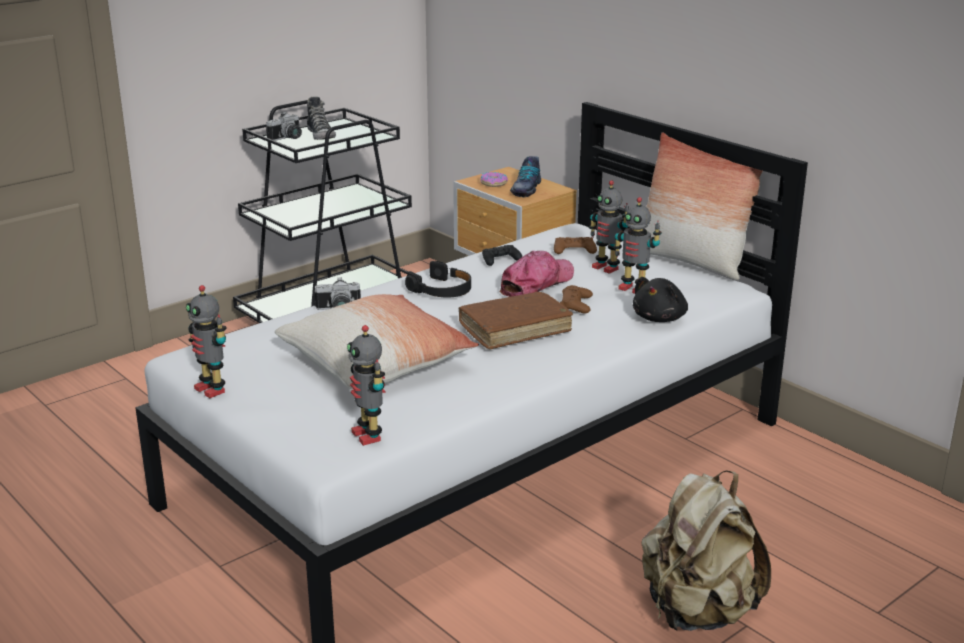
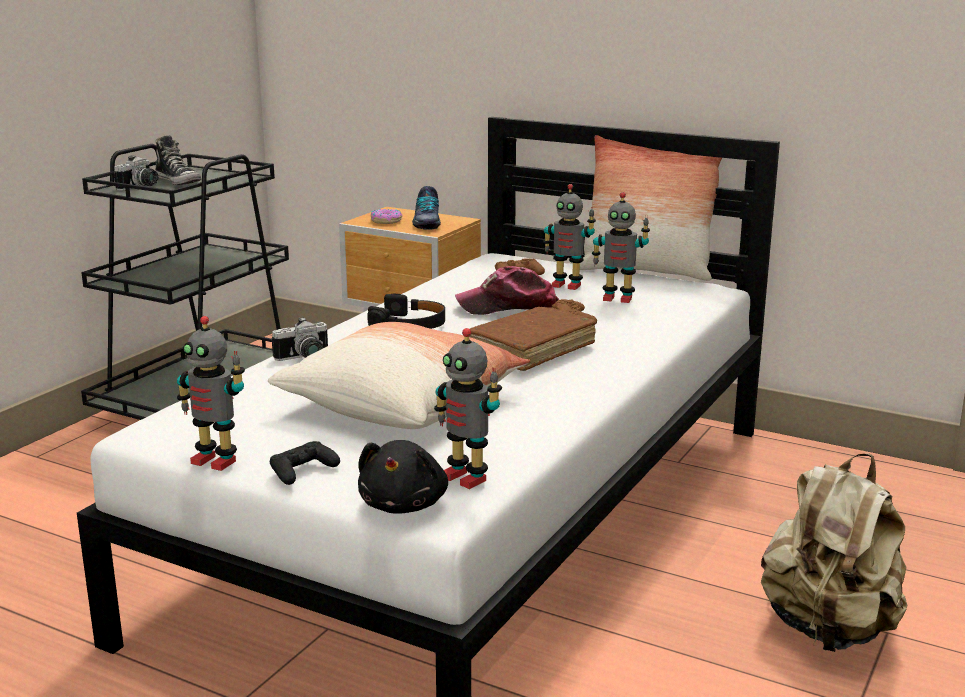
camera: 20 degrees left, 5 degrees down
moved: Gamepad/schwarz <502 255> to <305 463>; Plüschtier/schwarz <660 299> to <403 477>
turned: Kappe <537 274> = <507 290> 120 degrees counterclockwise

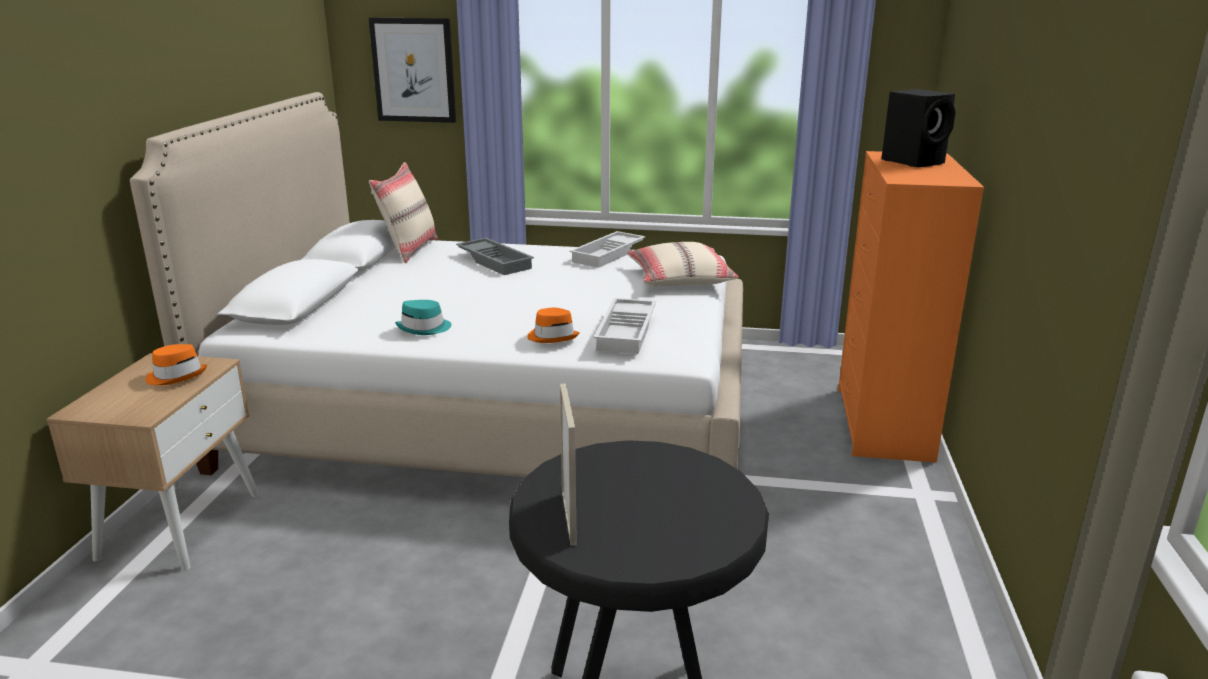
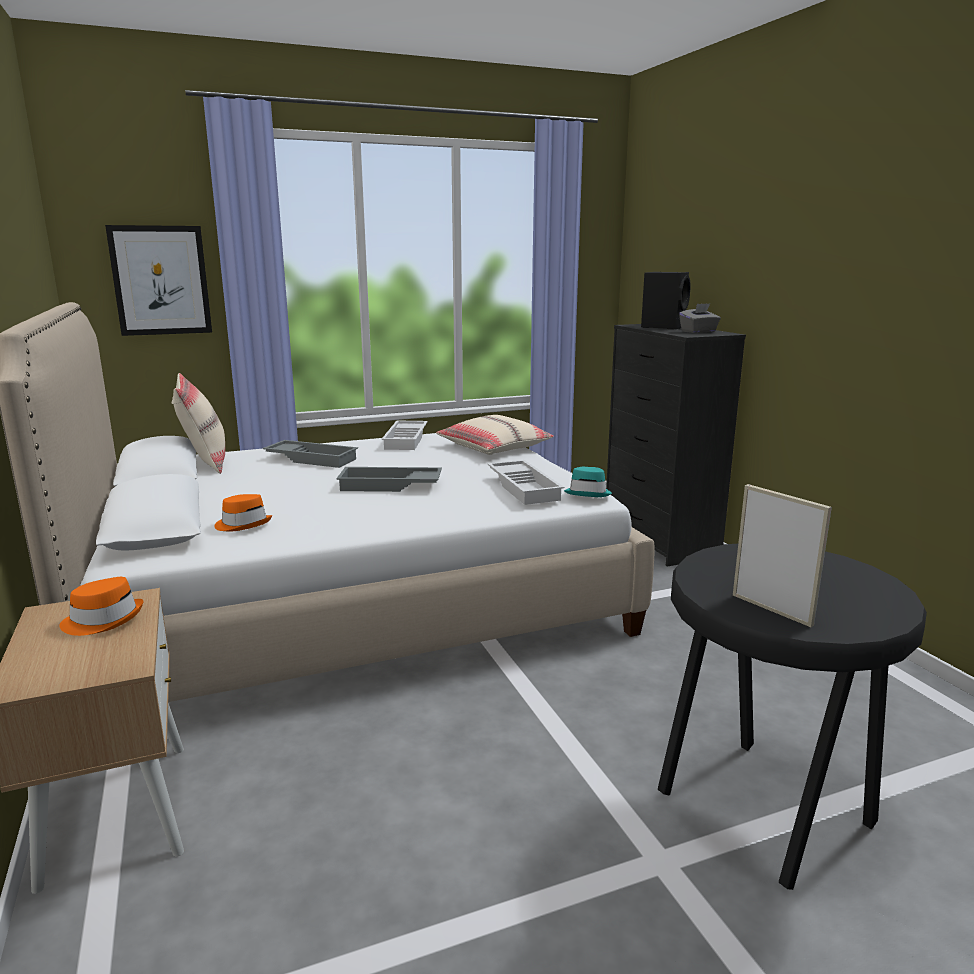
camera: 30 degrees left, 5 degrees down
added: Tablett/grau <389 479>; Taschentuchbox/grau <700 318>
moved: Hut/türkis <423 317> to <588 482>; Hut/orange <553 325> to <243 512>
recoloured: Kommode/orange <911 307> to Kommode/schwarz <676 445>

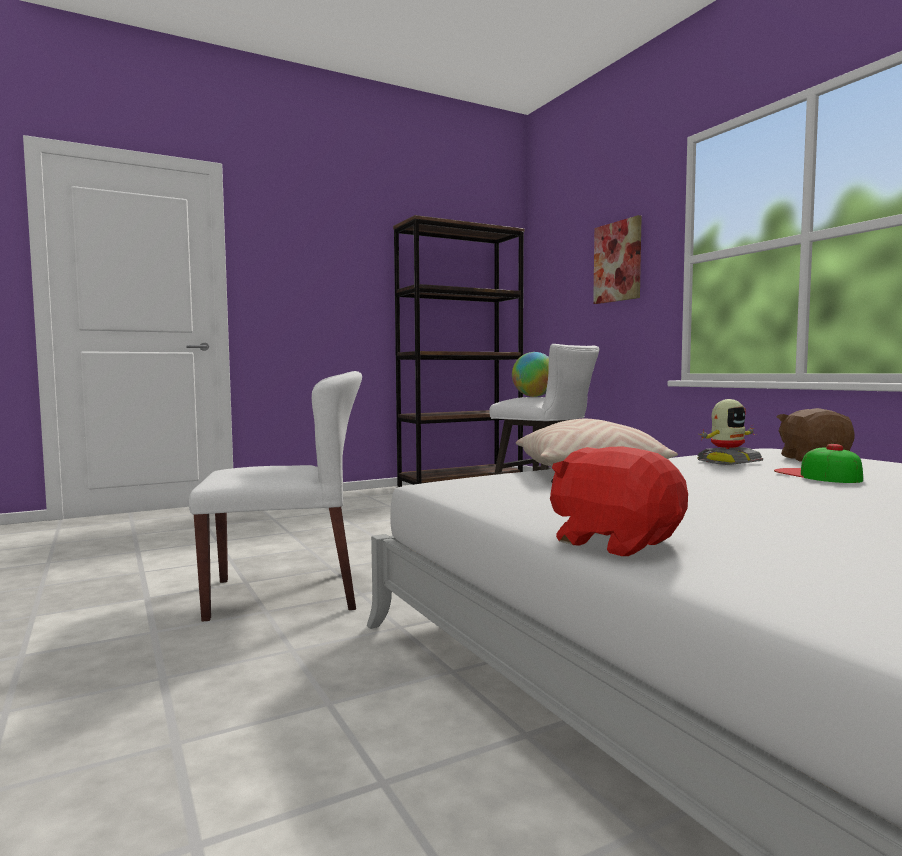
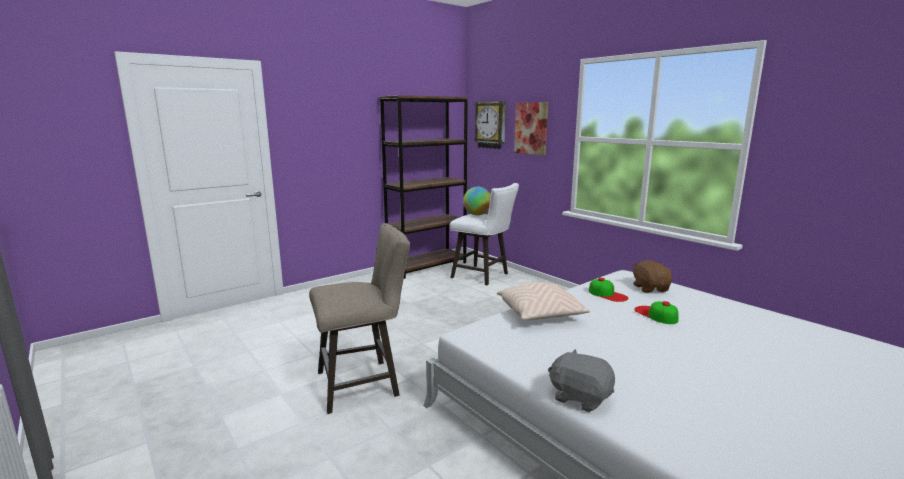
camera: 10 degrees left, 10 degrees up
added: Wanduhr <490 125>
replaced: Stuhl/weiß <275 496> to Hocker/beige <359 318>; Spielzeugroboter <730 432> to Kappe <608 290>
recoloured: Plüschtier/rot <619 501> to Plüschtier/grau <581 380>

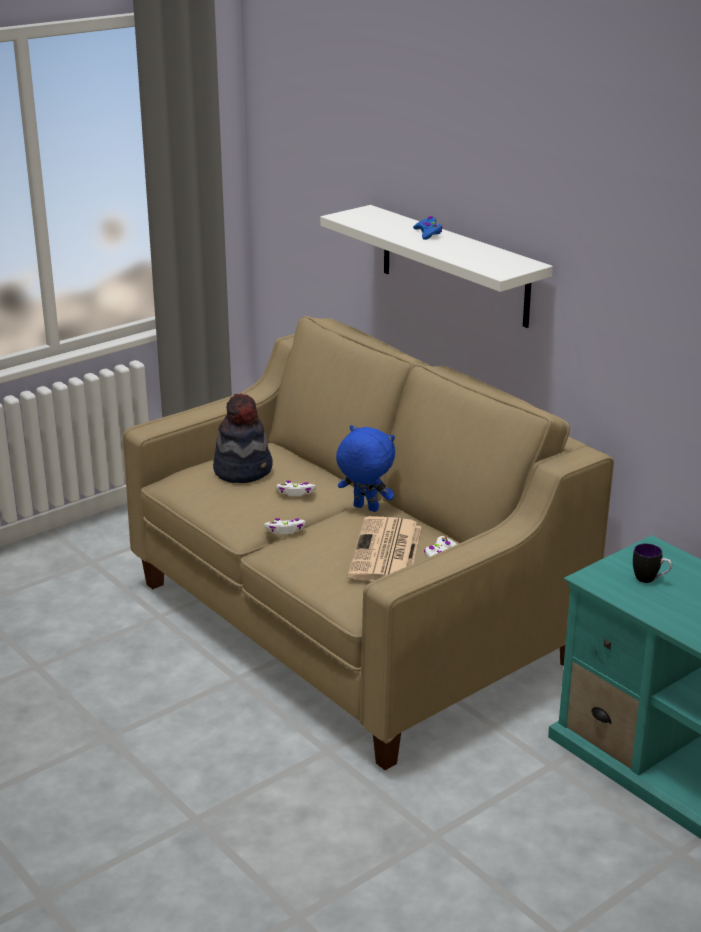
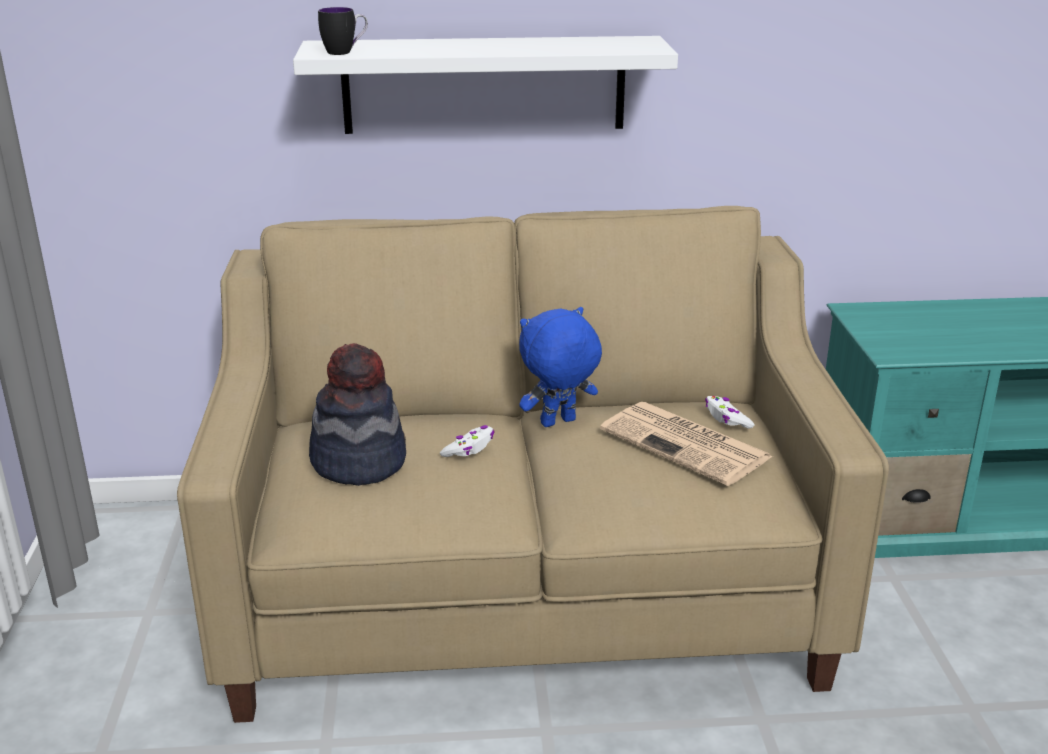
camera: 55 degrees left, 0 degrees up
removed: Gamepad/weiß <285 526>; Gamepad/blau <428 228>
moved: Henkelbecher <652 563> to <343 31>

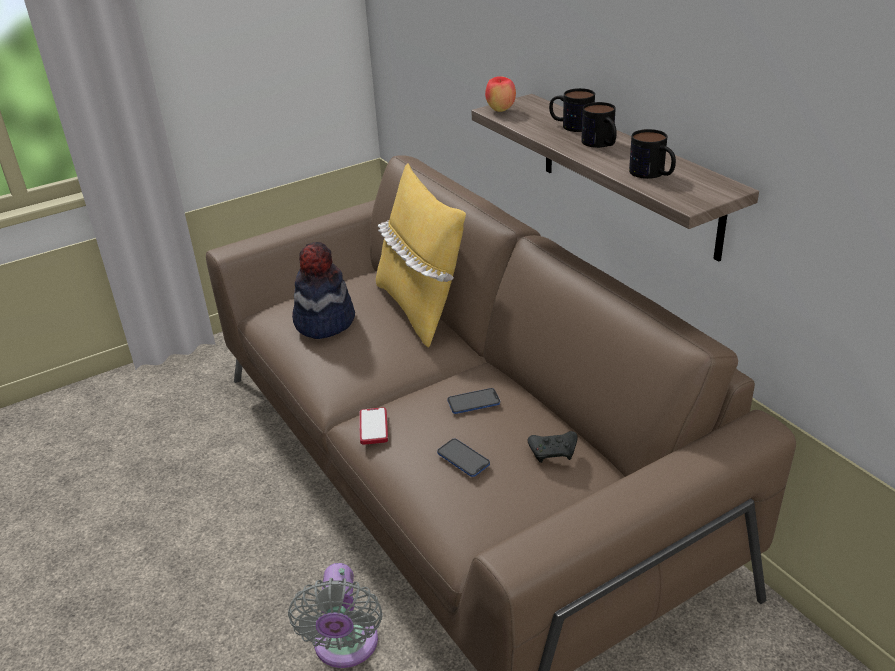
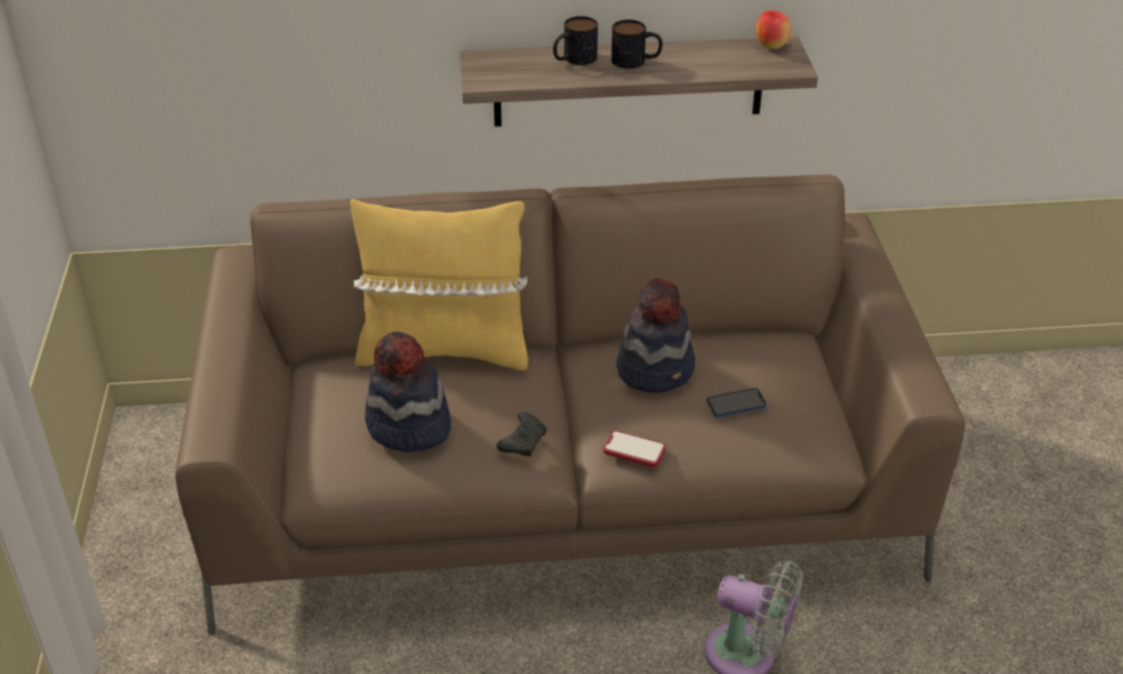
camera: 65 degrees left, 5 degrees up
removed: Henkelbecher <652 154>
moved: Apfel <500 94> to <774 29>; Gamepad/schwarz <553 447> to <521 434>
replaced: Handy <473 401> to Hut <656 335>

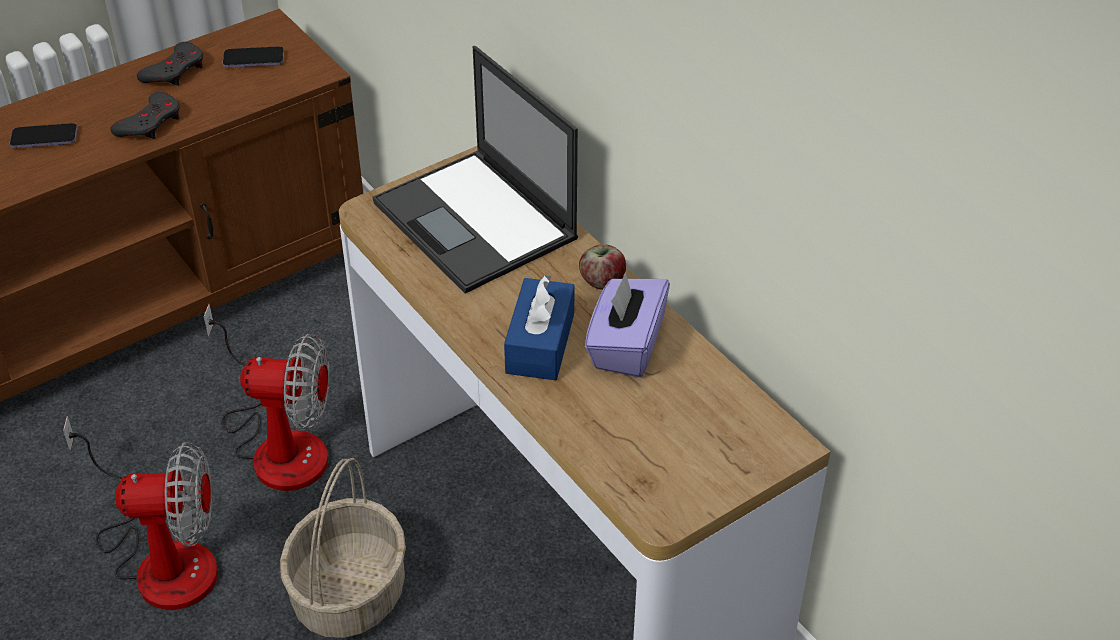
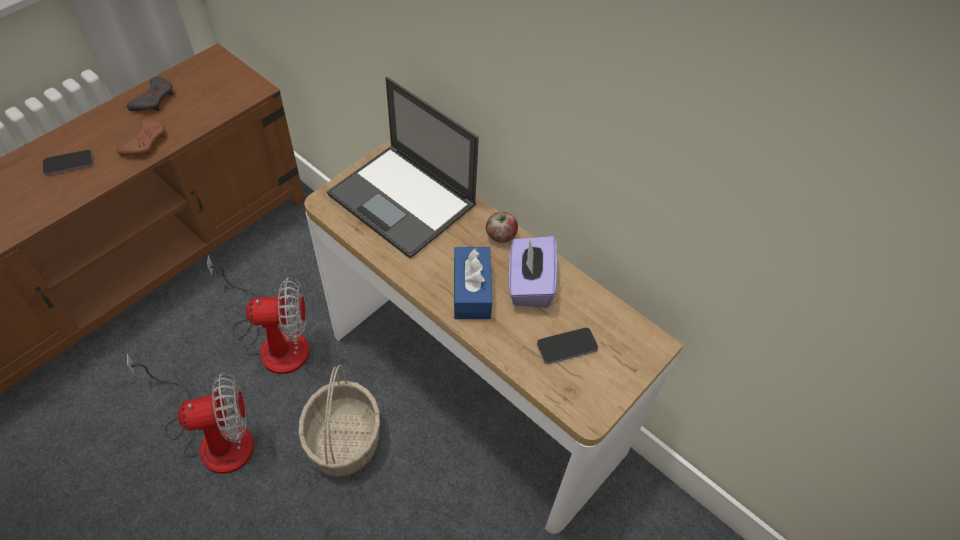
camera: 15 degrees left, 10 degrees up
moved: Handy <253 57> to <567 345>
recoloured: Gamepad/grau <145 115> to Gamepad/braun <141 137>

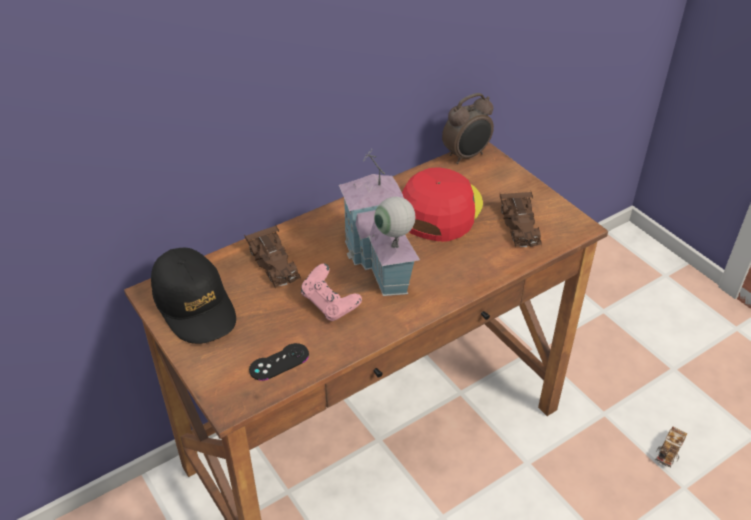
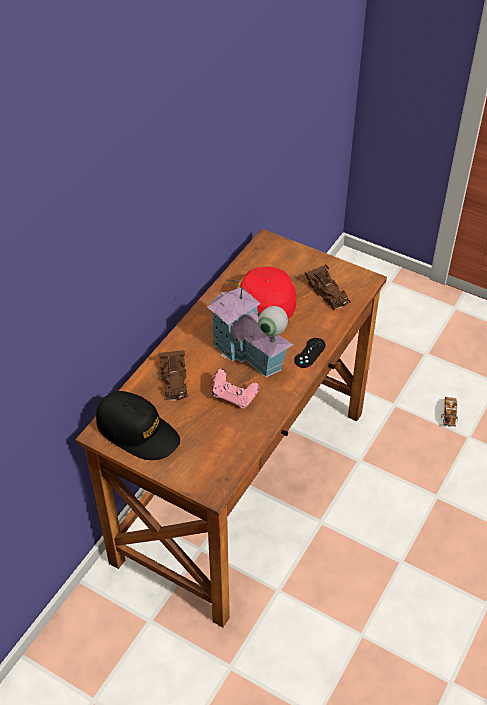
camera: 25 degrees left, 5 degrees up
removed: Wecker <468 128>
moved: Gamepad/schwarz <279 362> to <310 353>
turned: Spielzeugauto/braun <272 257> = <173 375> 45 degrees clockwise

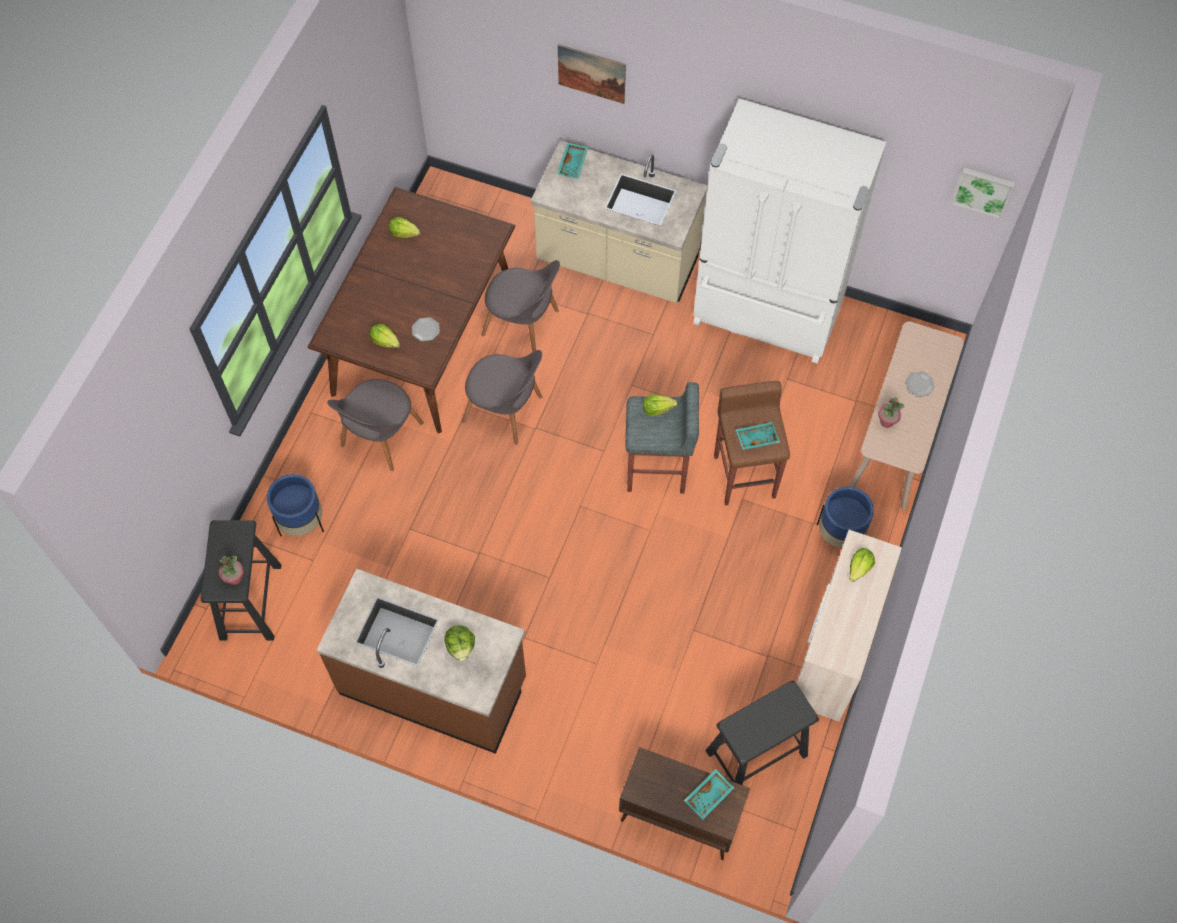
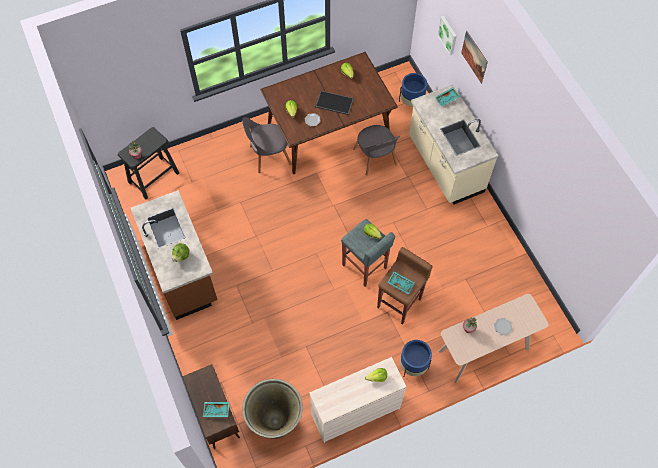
camera: 45 degrees right, 0 degrees up
removed: Stuhl/grau <502 397>; Kühlschrank/weiß <790 231>
added: Tablett <334 103>
moved: Pflanzkübel/blau <295 505> to <413 90>; Bild <983 193> to <447 35>
replaced: Hocker/schwarz <762 732> to Pflanzkübel/grau <272 409>

